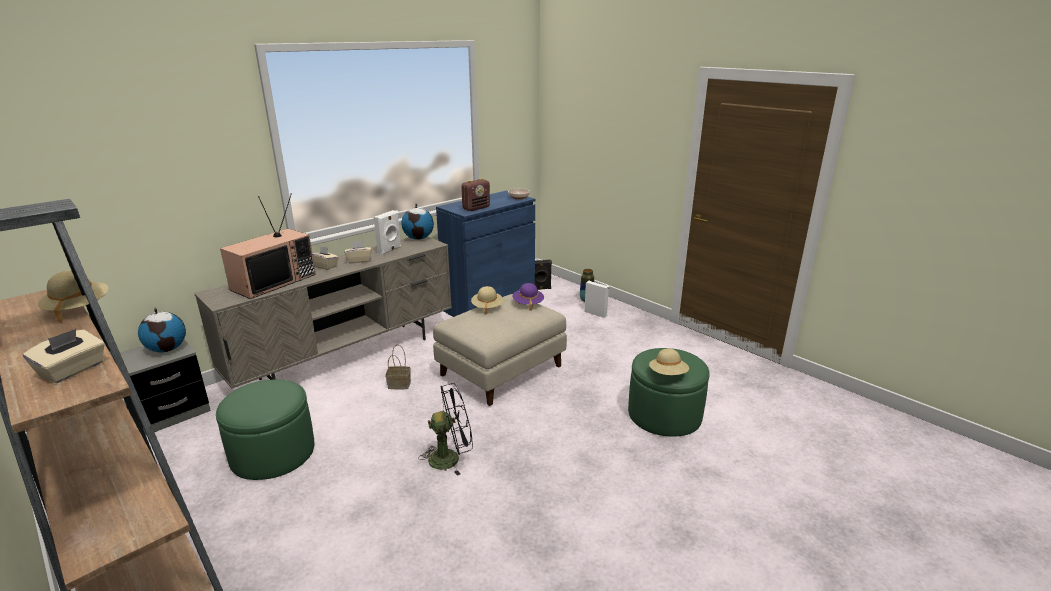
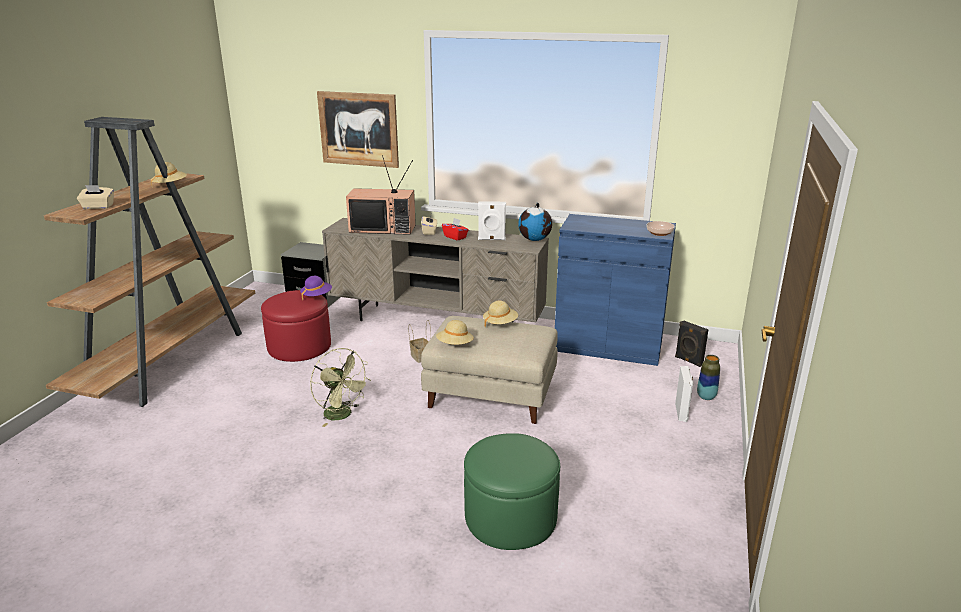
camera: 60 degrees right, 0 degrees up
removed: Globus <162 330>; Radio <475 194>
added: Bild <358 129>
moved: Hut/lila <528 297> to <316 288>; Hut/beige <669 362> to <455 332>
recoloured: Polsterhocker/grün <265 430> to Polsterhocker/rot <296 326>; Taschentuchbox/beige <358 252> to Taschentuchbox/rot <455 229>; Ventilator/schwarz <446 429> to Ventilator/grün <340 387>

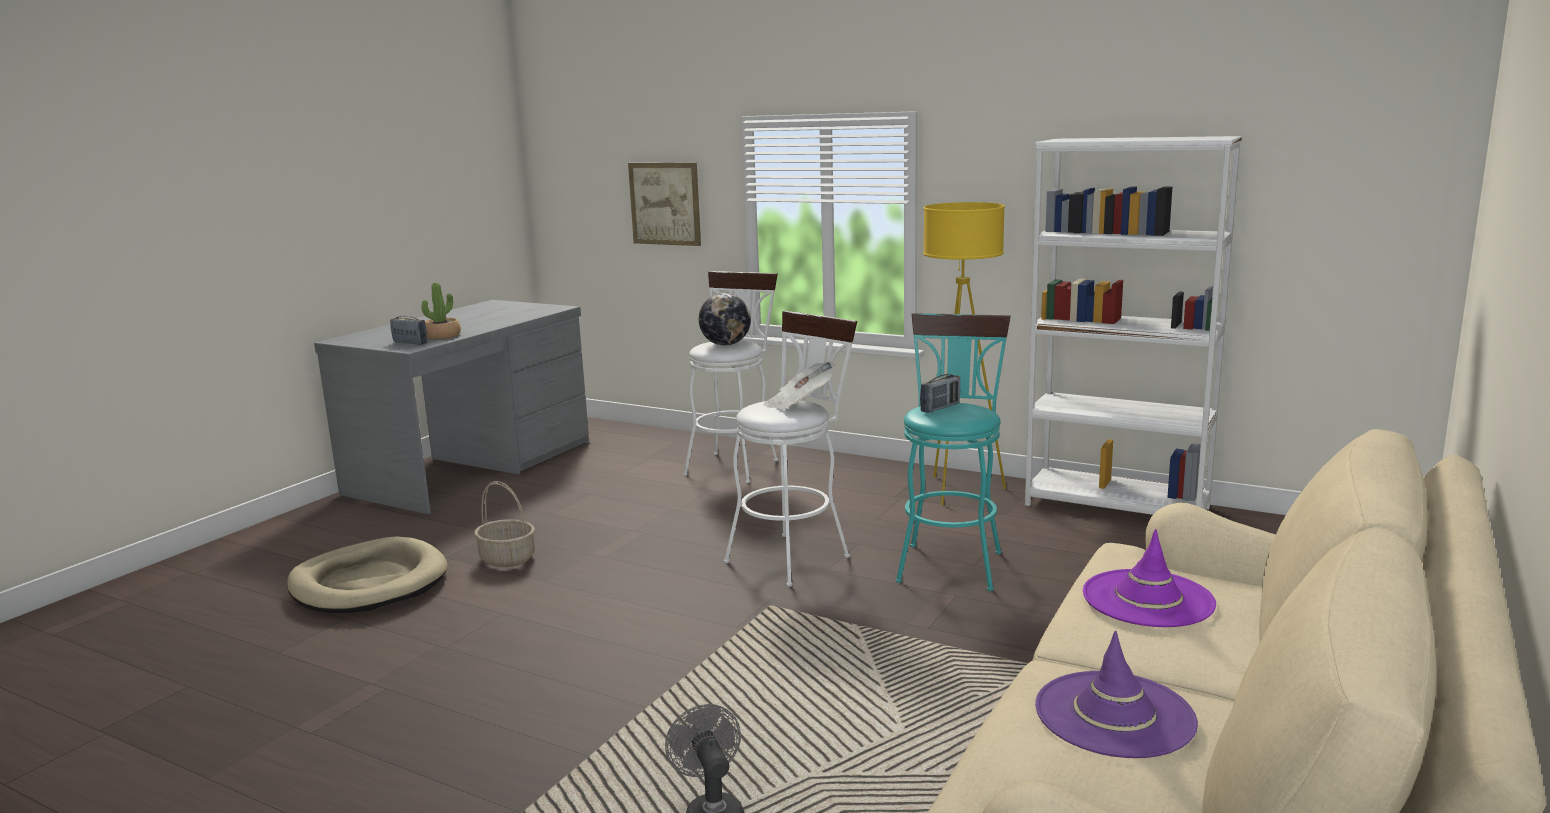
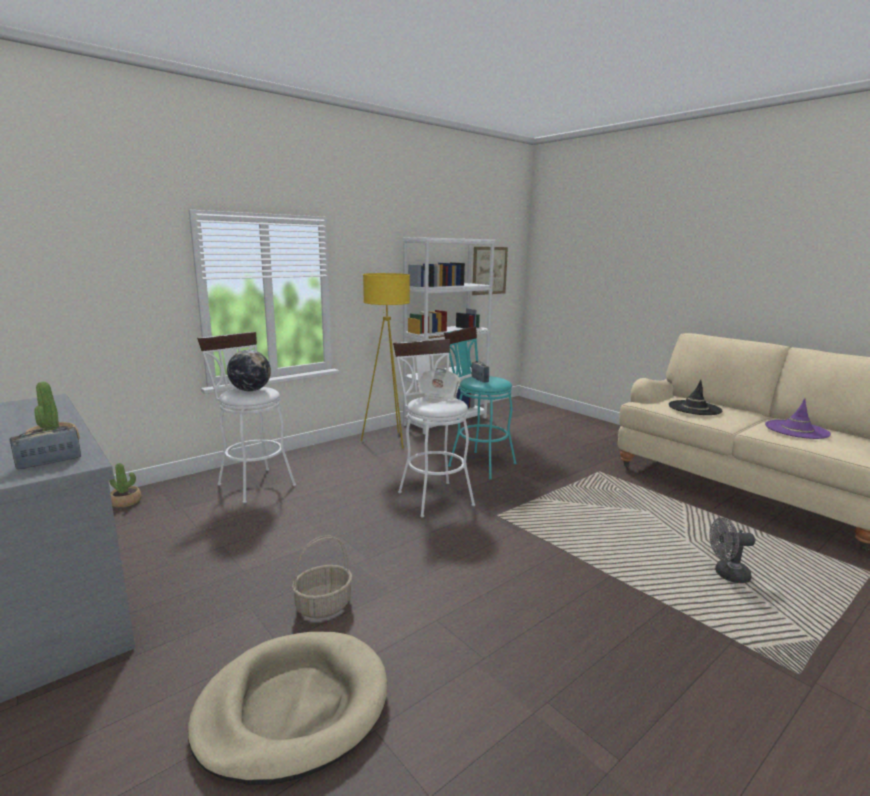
camera: 70 degrees left, 0 degrees up
added: Topfpflanze <125 485>
moved: Bild <664 204> to <490 271>
recoloured: Hut/lila <1149 578> to Hut/schwarz <695 397>

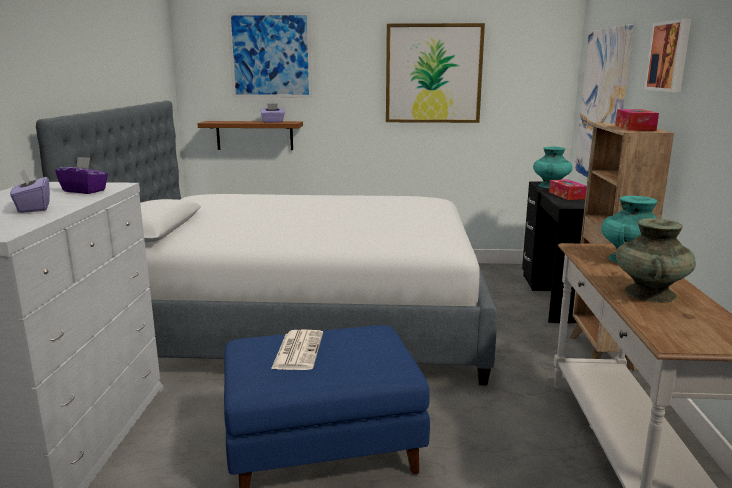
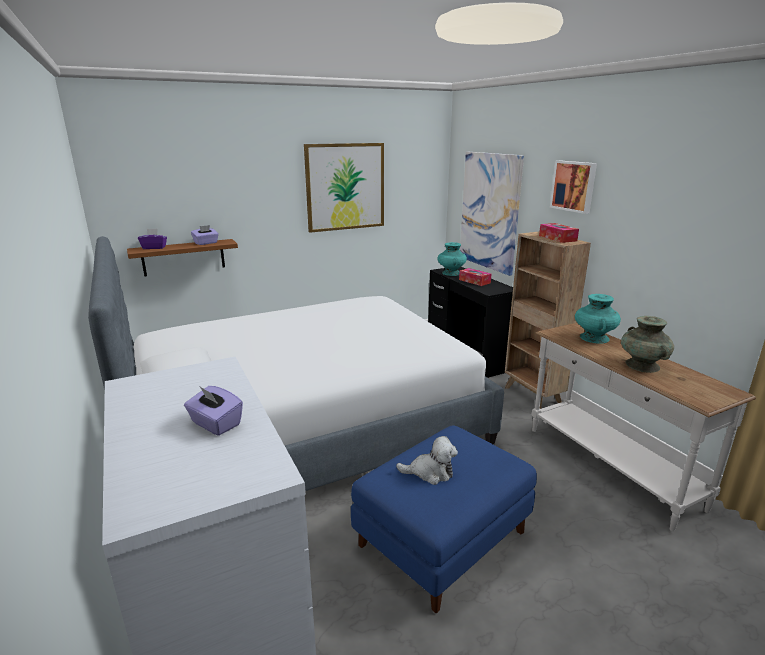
camera: 30 degrees left, 5 degrees up
removed: Bild <269 55>
moved: Taschentuchbox/lila <81 175> to <152 239>
replaced: Zeitung <297 349> to Plüschtier <427 460>

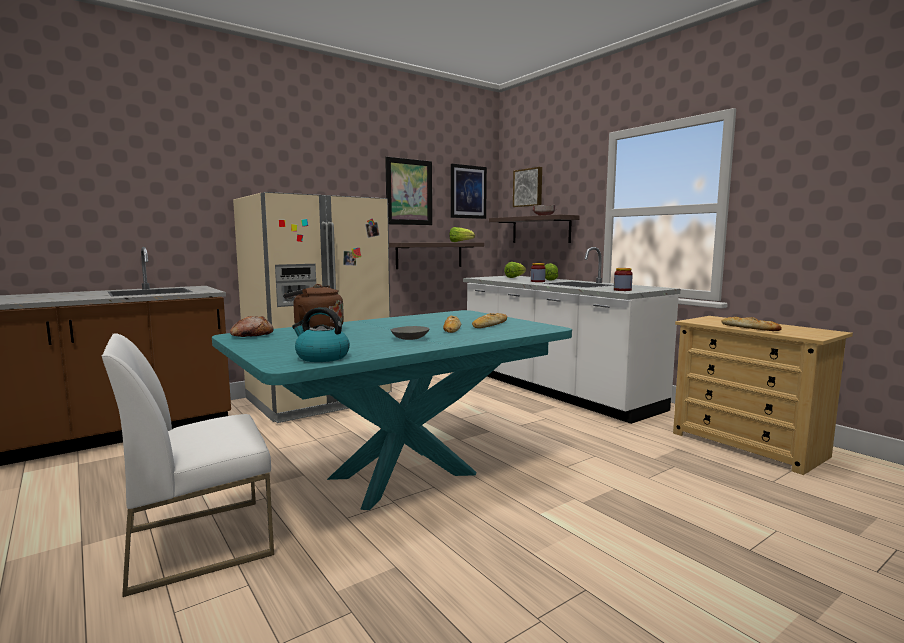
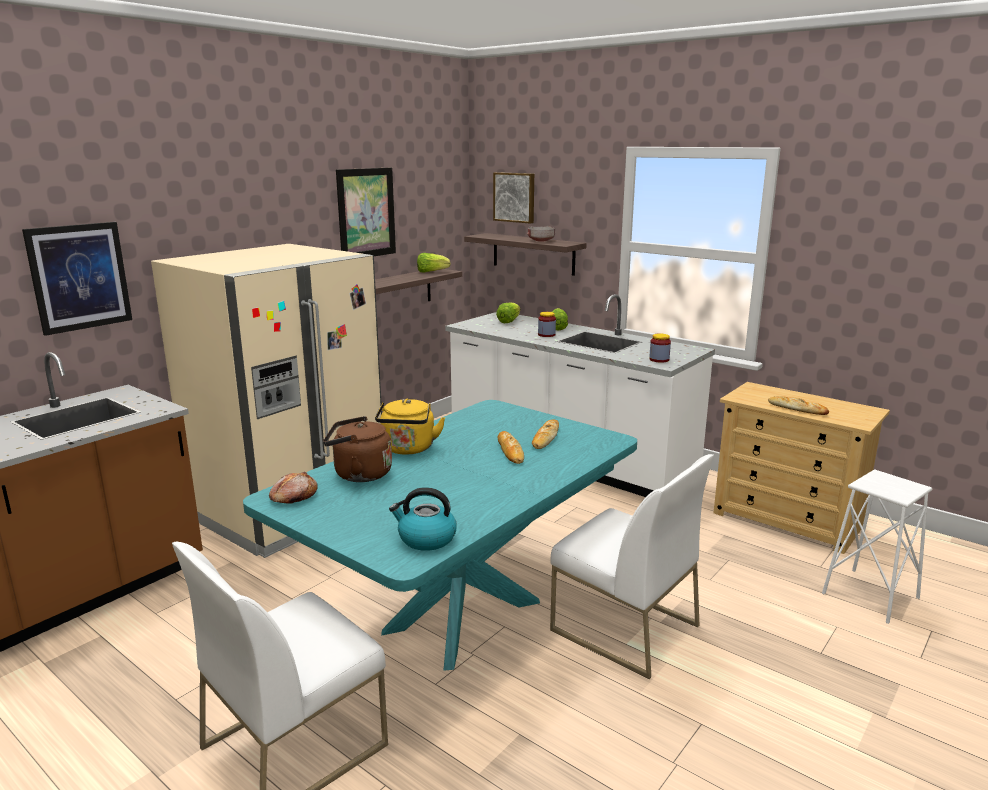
camera: 15 degrees left, 10 degrees up
removed: Schüssel/grau <410 333>
added: Wasserkessel/gelb <410 427>; Stuhl/weiß <632 566>; Hocker/weiß <877 546>
moved: Bild <469 191> to <77 279>

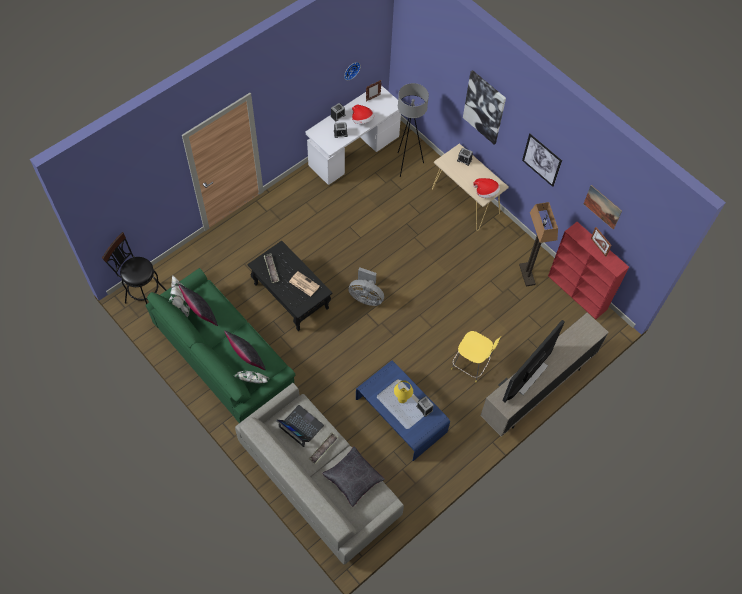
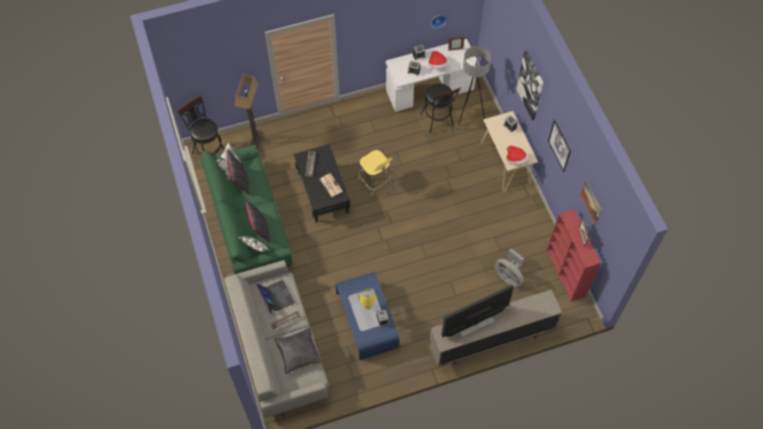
camera: 25 degrees right, 0 degrees up
added: Hocker/schwarz <441 109>
moved: Ventilator/grau <366 286> to <509 267>; Hocker/gelb <476 356> to <375 172>; Stehlampe <538 244> to <249 112>

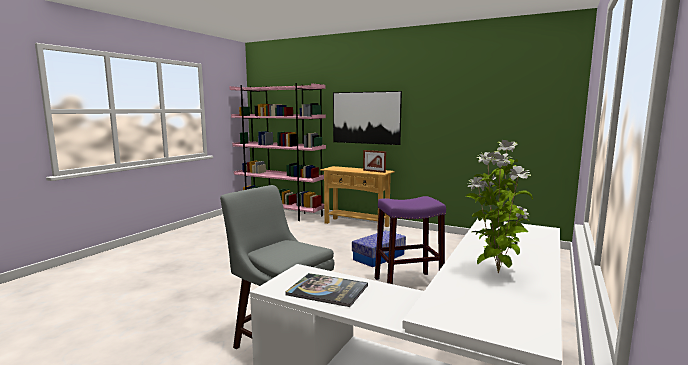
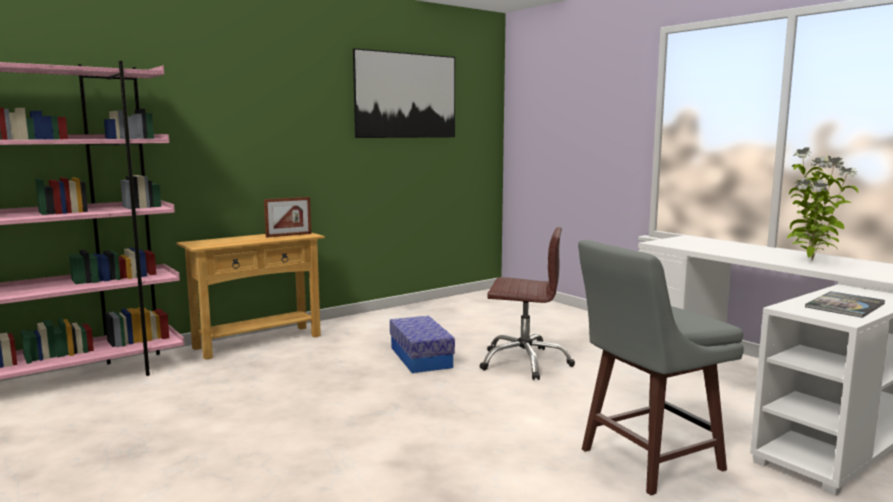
camera: 65 degrees left, 0 degrees up
moved: Bild <367 118> to <404 93>
replaced: Hocker/lila <410 240> to Bürostuhl/braun <527 303>

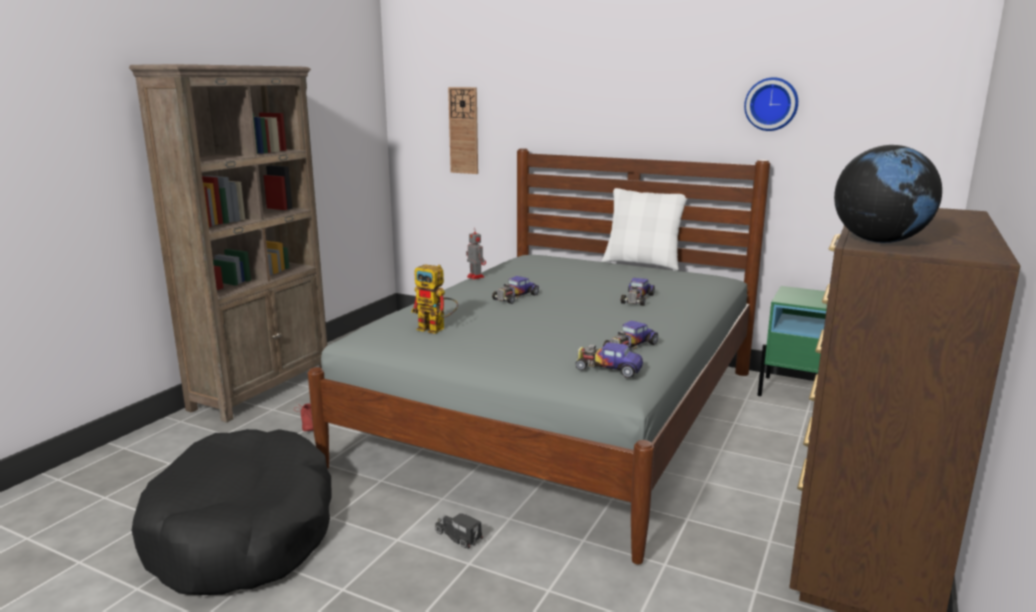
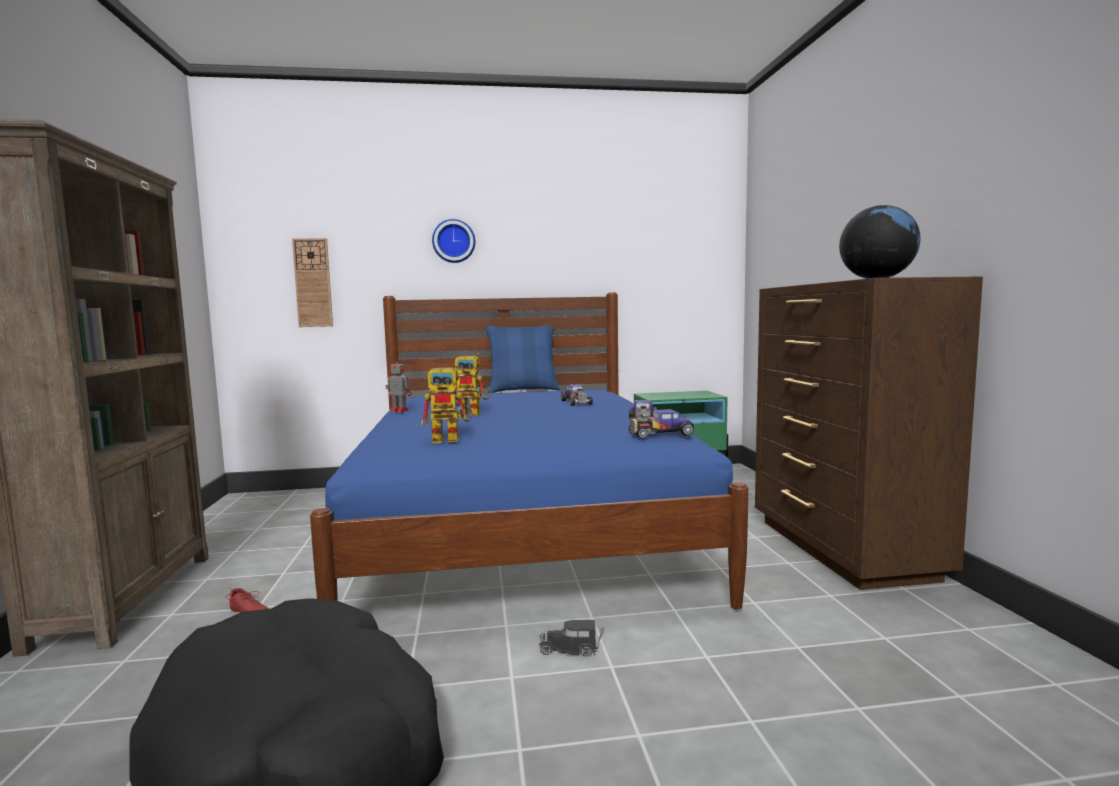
camera: 35 degrees left, 10 degrees down
moved: Wanduhr <771 104> to <453 241>
replaced: Spielzeugauto <515 290> to Spielzeugroboter <472 384>
recoloured: Bett/grau <539 356> to Bett/blau <529 450>; Kissen/weiß <645 229> to Kissen/blau <523 359>

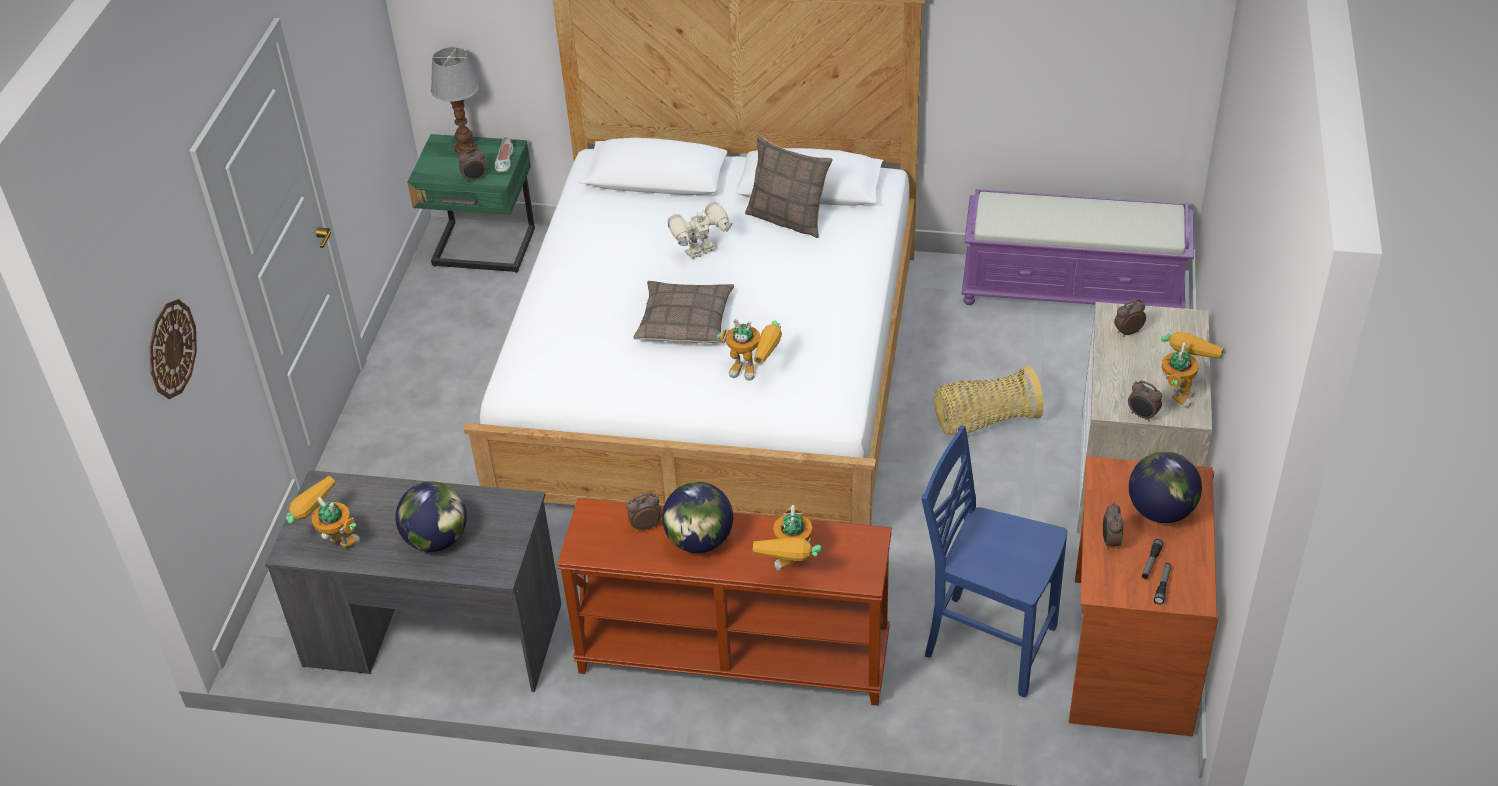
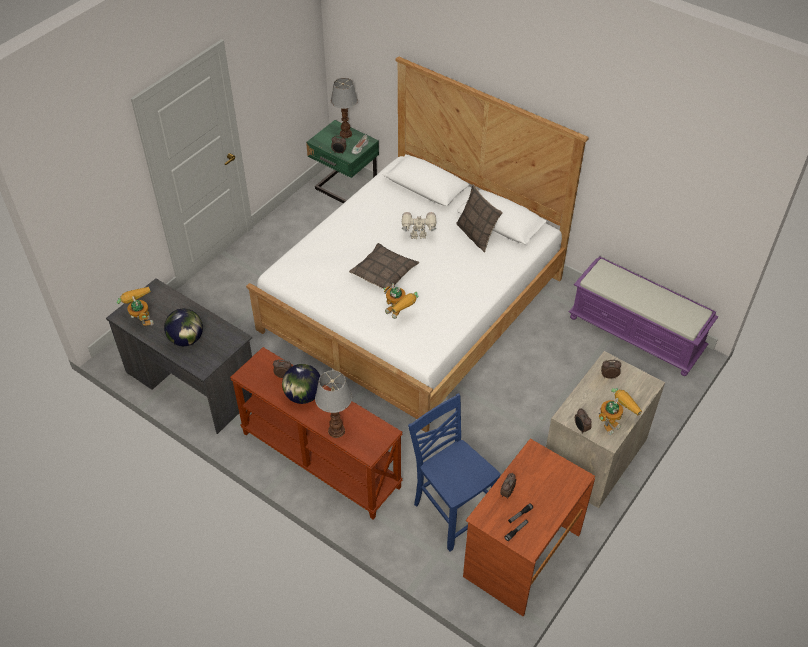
camera: 25 degrees right, 5 degrees up
removed: Wanduhr <173 349>; Korb <989 400>; Globus <1165 487>
replaced: Spielzeugroboter <787 537> to Tischlampe <333 404>

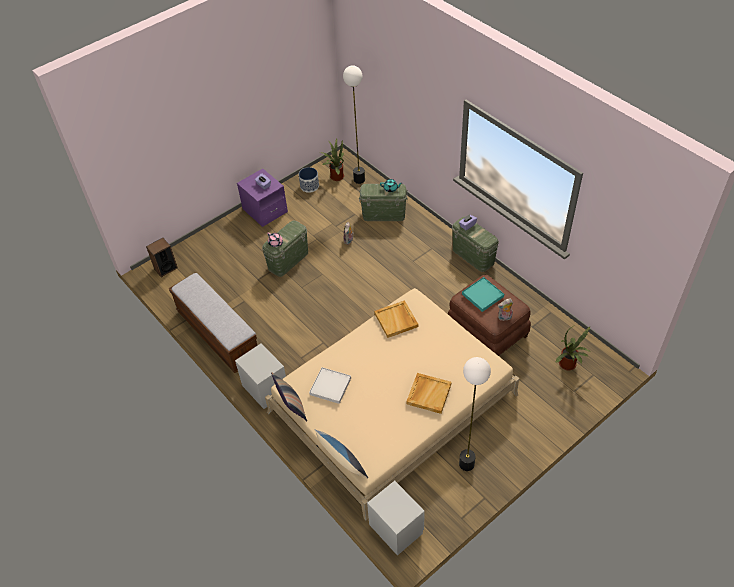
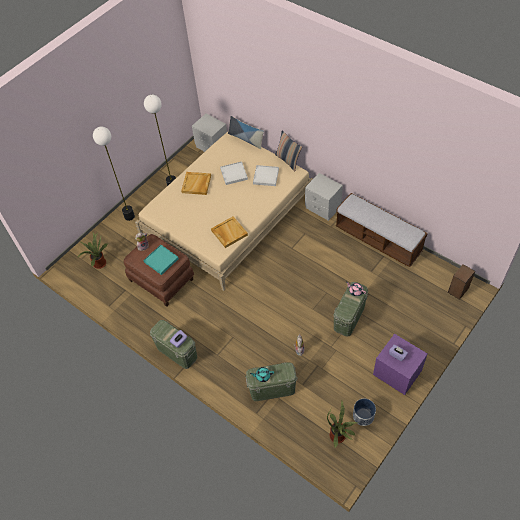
camera: 170 degrees right, 5 degrees up
added: Tablett/weiß <234 173>
moved: Stehlampe <354 124> to <114 174>

